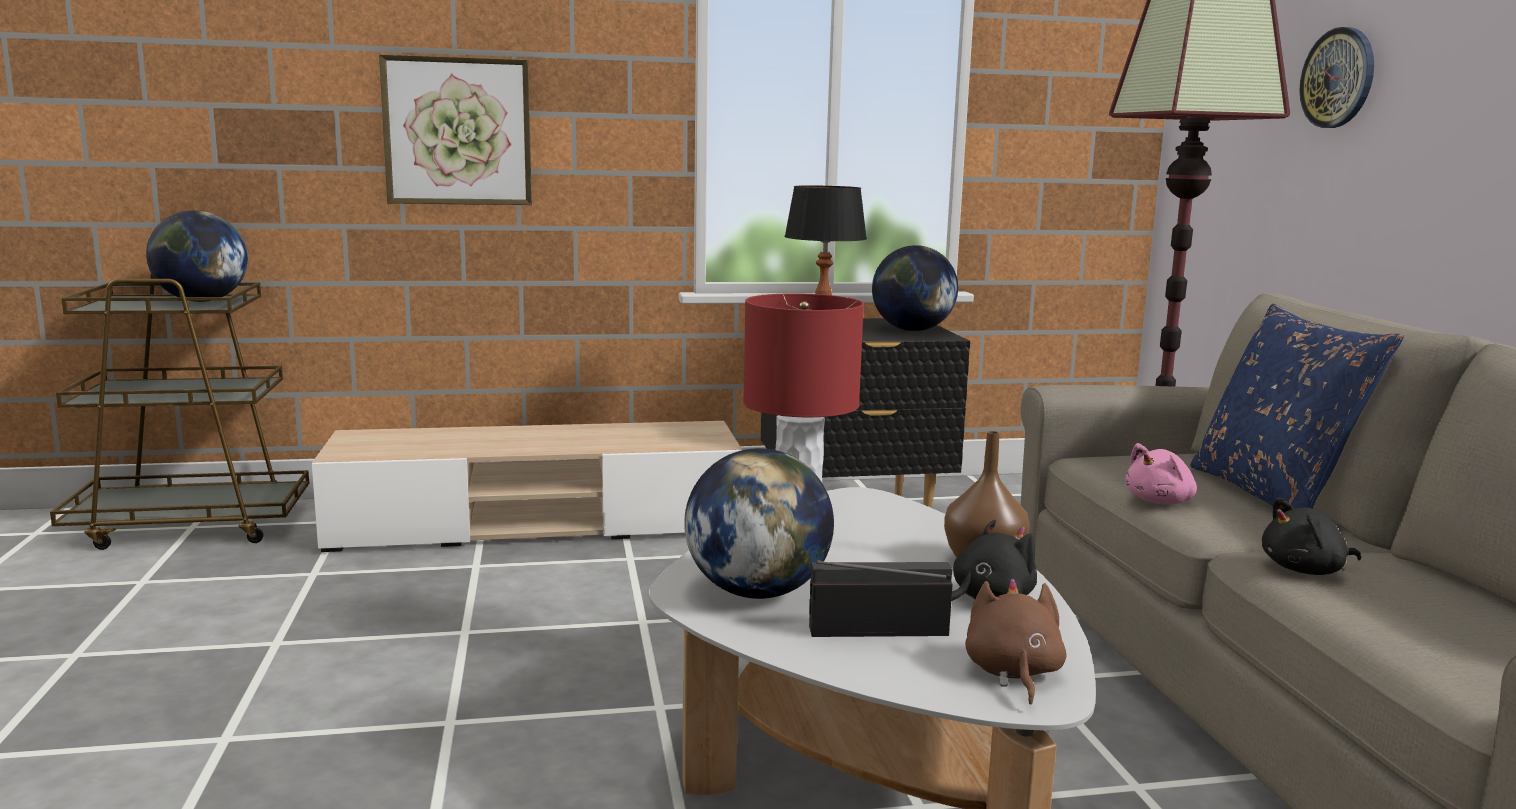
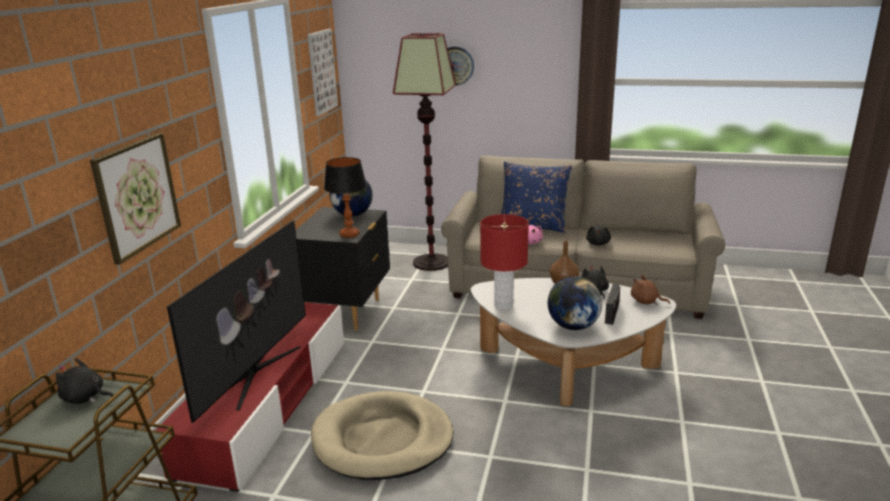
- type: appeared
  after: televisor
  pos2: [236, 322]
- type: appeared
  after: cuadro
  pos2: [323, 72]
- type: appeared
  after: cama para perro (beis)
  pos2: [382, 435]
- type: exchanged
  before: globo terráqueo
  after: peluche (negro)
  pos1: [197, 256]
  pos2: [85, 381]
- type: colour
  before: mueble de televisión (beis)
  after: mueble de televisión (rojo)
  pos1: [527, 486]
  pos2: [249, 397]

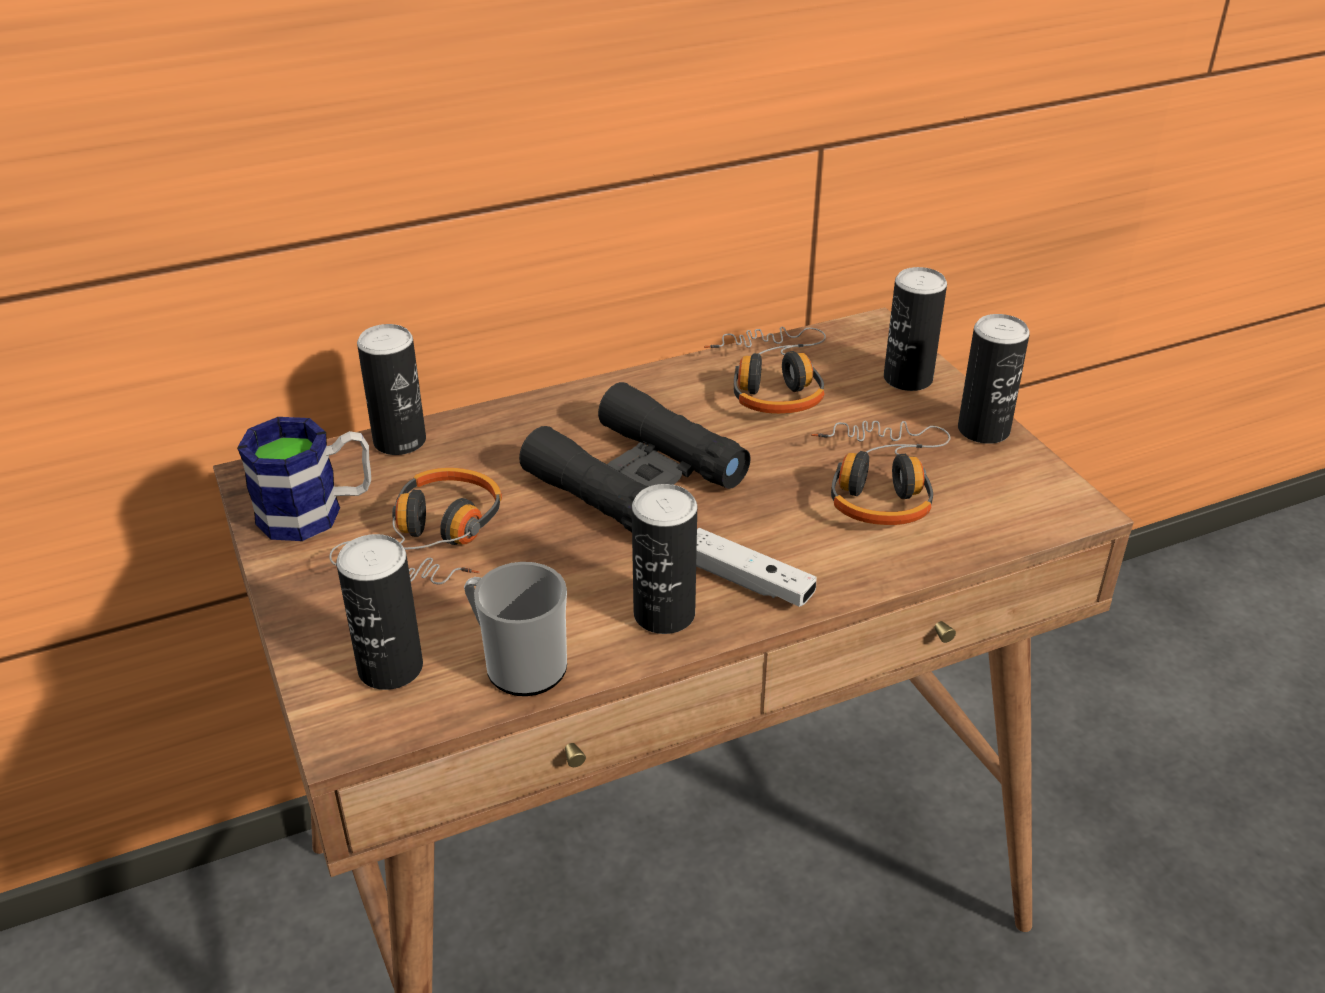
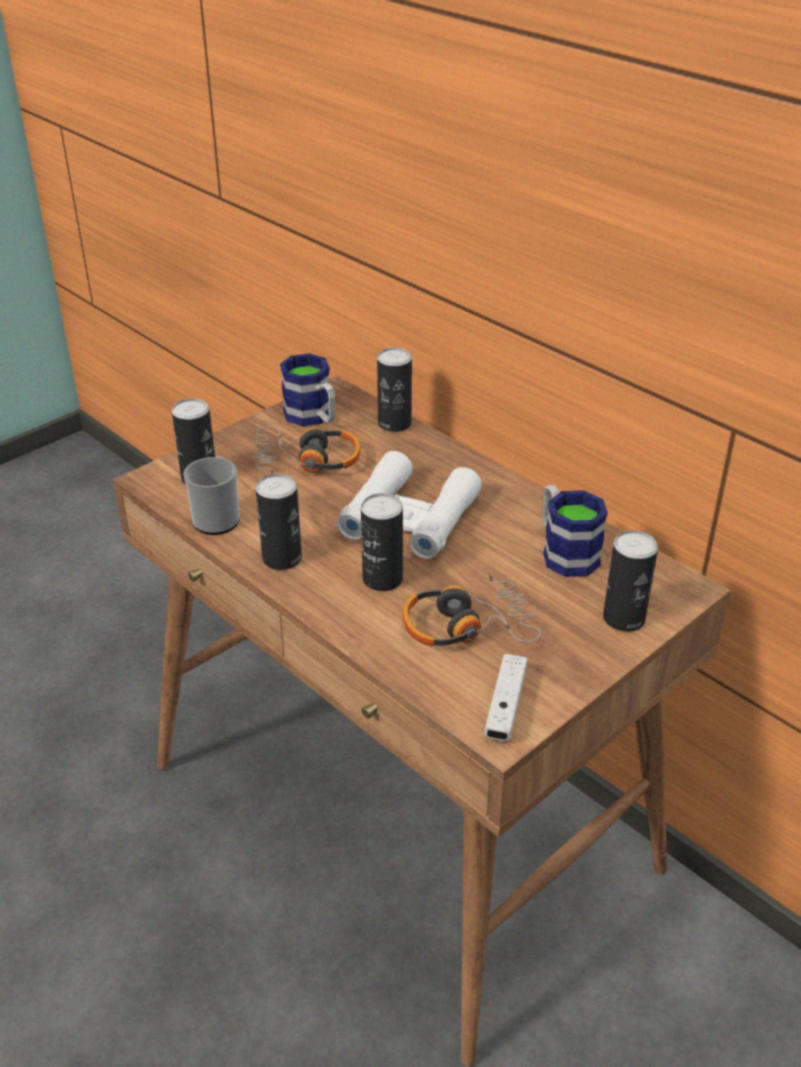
- type: relocated
  before: mando de consola (blanco)
  pos1: [756, 567]
  pos2: [505, 697]
- type: relocated
  before: lata
  pos1: [994, 379]
  pos2: [382, 542]
- type: exchanged
  before: auriculares
  after: taza grande
  pos1: [765, 370]
  pos2: [575, 531]
- type: colour
  before: prismáticos (negro)
  after: prismáticos (blanco)
  pos1: [635, 457]
  pos2: [409, 505]

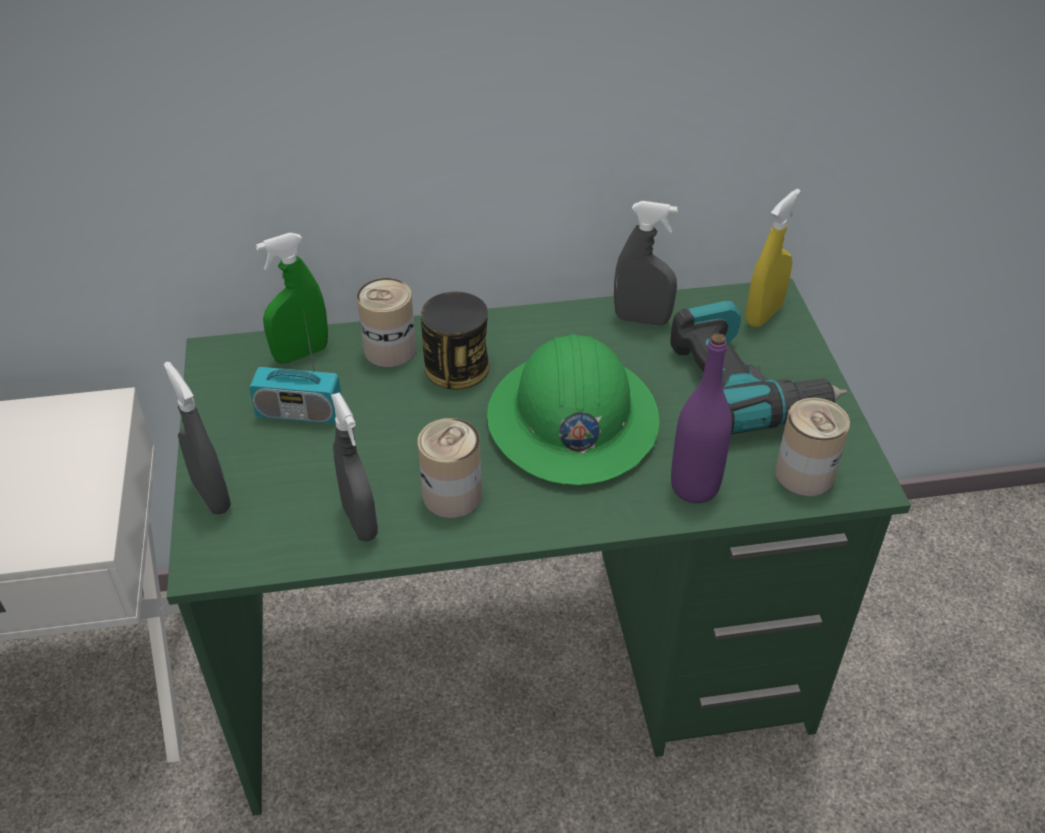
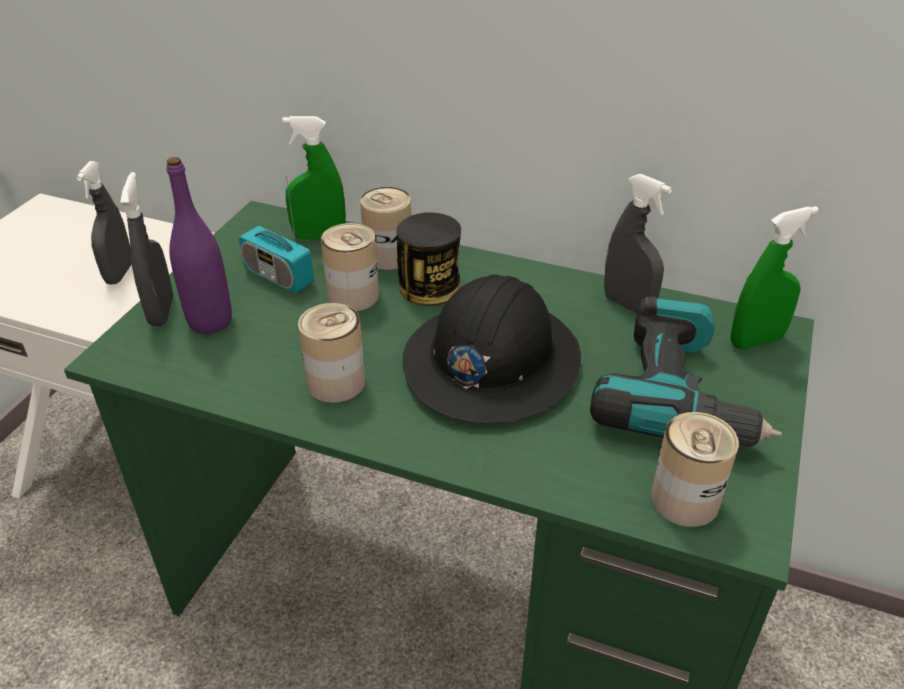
- type: appeared
  after: lata
  pos2: [350, 267]
- type: relocated
  before: pulverizador (gris)
  pos1: [354, 466]
  pos2: [104, 222]
- type: relocated
  before: botella (morado)
  pos1: [701, 418]
  pos2: [199, 245]
- type: colour
  before: casco (verde)
  after: casco (negro)
  pos1: [573, 409]
  pos2: [492, 349]
- type: colour
  before: pulverizador (amarillo)
  after: pulverizador (verde)
  pos1: [773, 258]
  pos2: [775, 277]

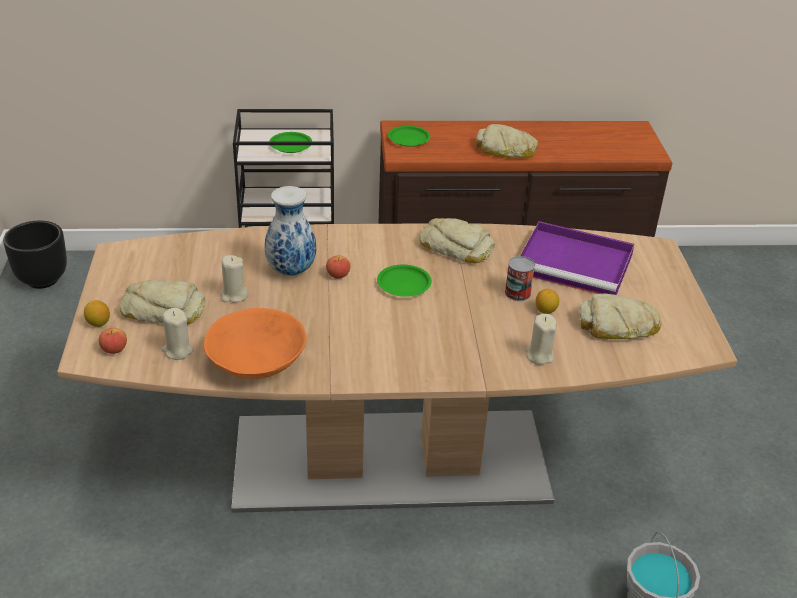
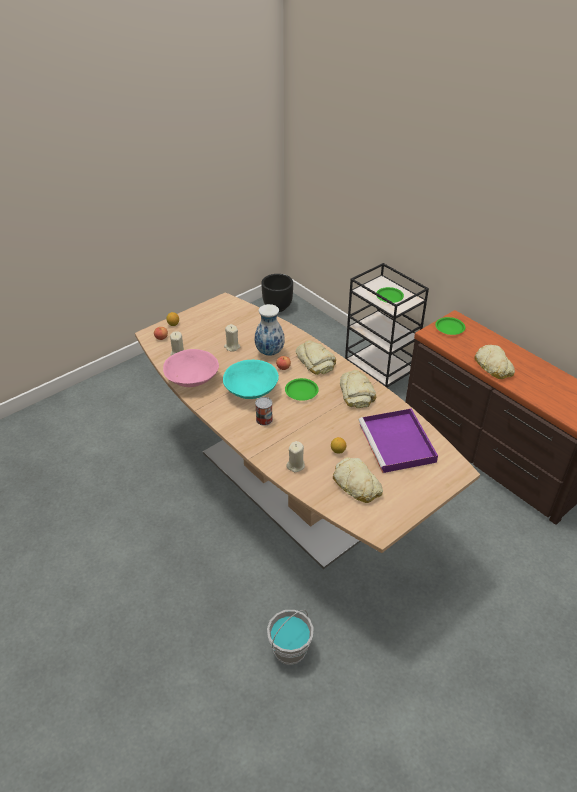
- type: appeared
  after: cuenco (turquesa)
  pos2: [251, 379]
- type: relocated
  before: pan
  pos1: [162, 302]
  pos2: [316, 357]
- type: relocated
  before: lata
  pos1: [520, 278]
  pos2: [264, 411]
- type: colour
  before: cuenco (naranja)
  after: cuenco (rosa)
  pos1: [255, 343]
  pos2: [191, 368]

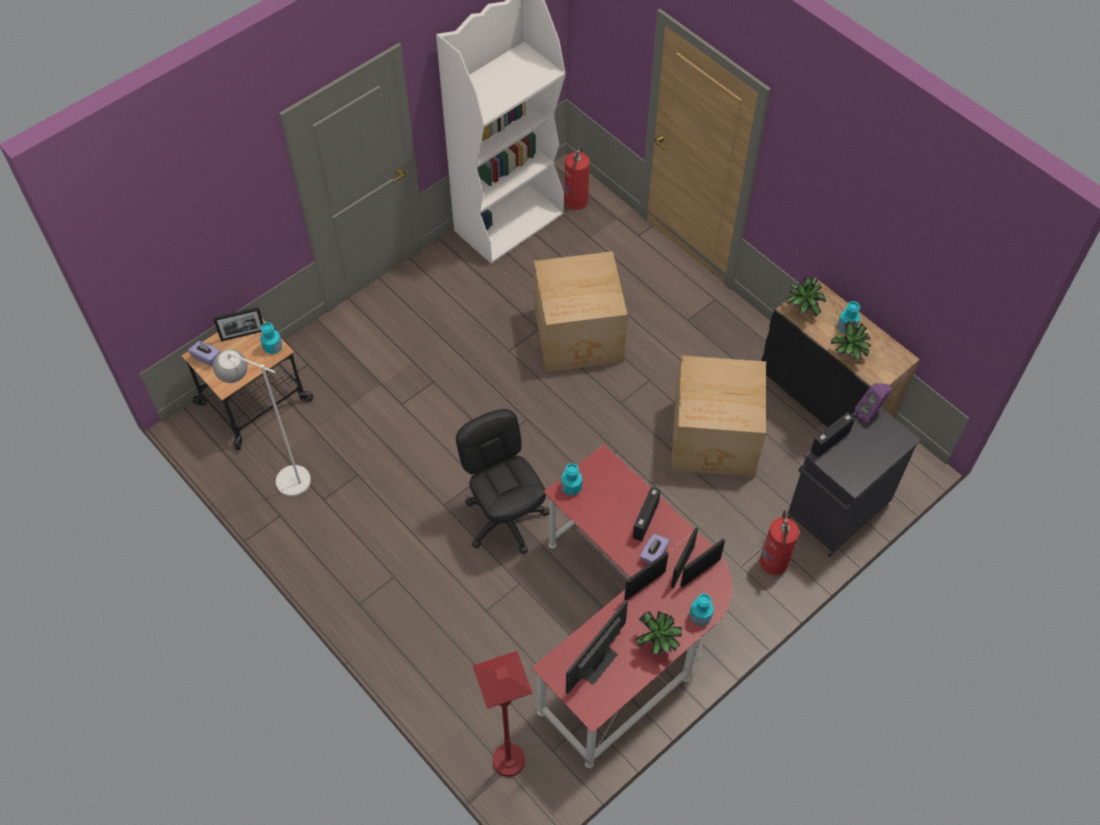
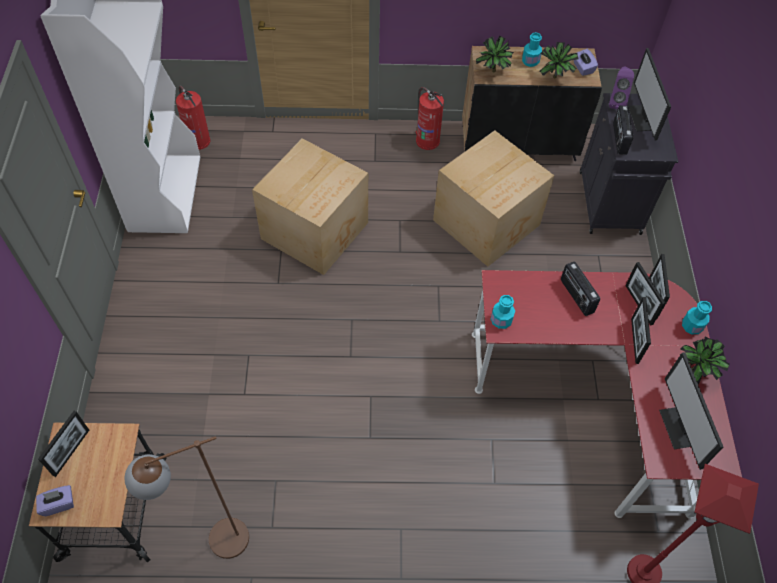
- type: missing
  before: botella (turquesa)
  pos1: [271, 338]
- type: missing
  before: silla de oficina (negro)
  pos1: [502, 481]
- type: appeared
  after: monitor
  pos2: [650, 94]
- type: relocated
  before: caja de pañuelos (morado)
  pos1: [655, 549]
  pos2: [586, 62]
- type: relocated
  before: extintor
  pos1: [779, 542]
  pos2: [429, 118]
- type: colour
  before: lámpara de pie (blanco)
  after: lámpara de pie (marrón)
  pos1: [262, 423]
  pos2: [186, 497]

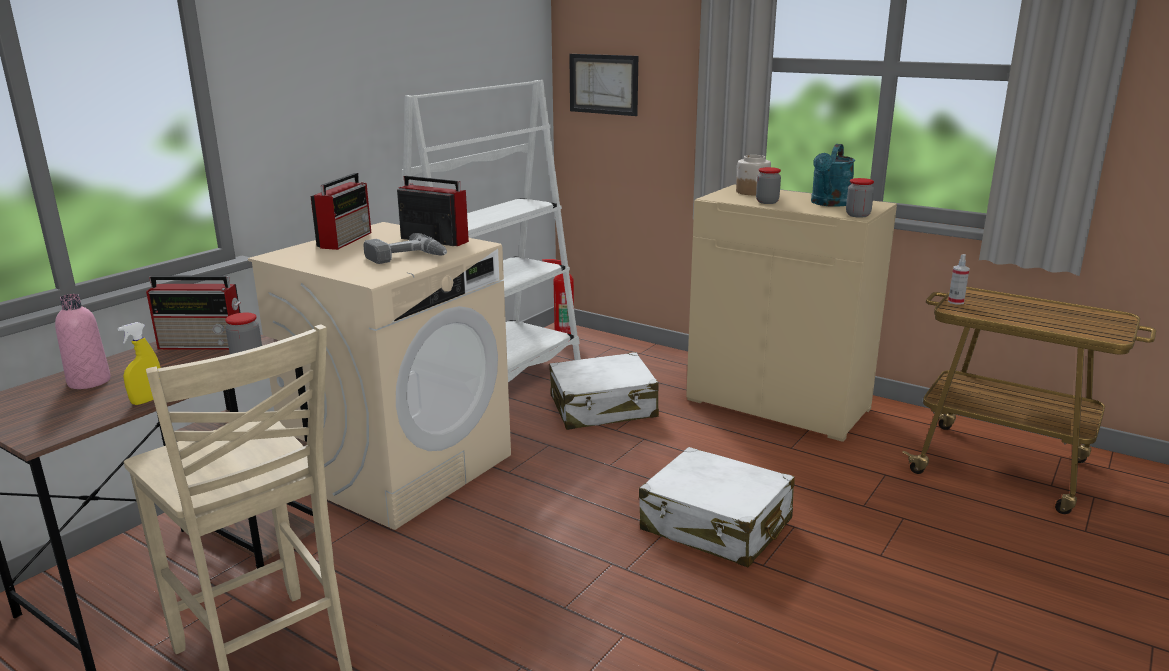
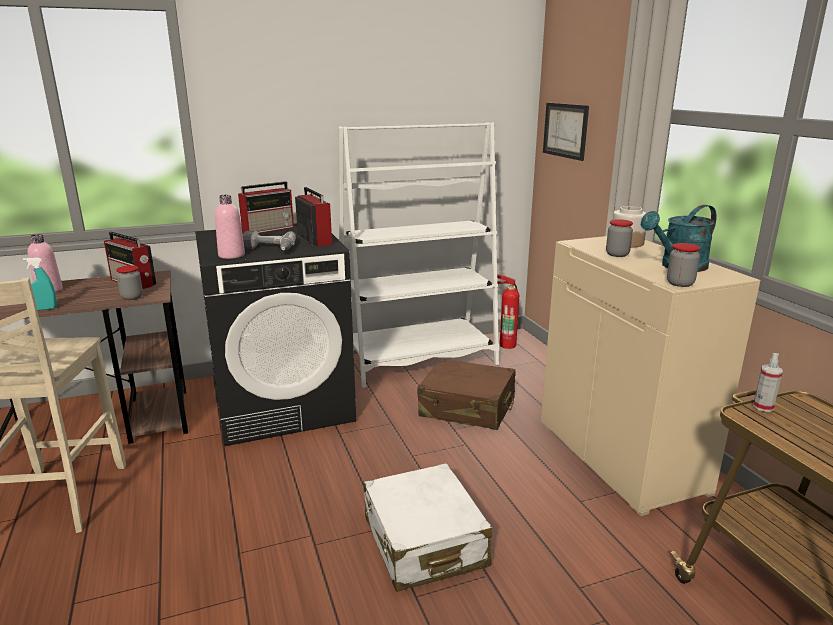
- type: appeared
  after: botella (rosa)
  pos2: [230, 227]
- type: colour
  before: pulverizador (amarillo)
  after: pulverizador (turquesa)
  pos1: [139, 363]
  pos2: [40, 283]
- type: colour
  before: lavadora (beis)
  after: lavadora (negro)
  pos1: [379, 376]
  pos2: [275, 334]
- type: colour
  before: maleta (blanco)
  after: maleta (marrón)
  pos1: [604, 391]
  pos2: [466, 394]

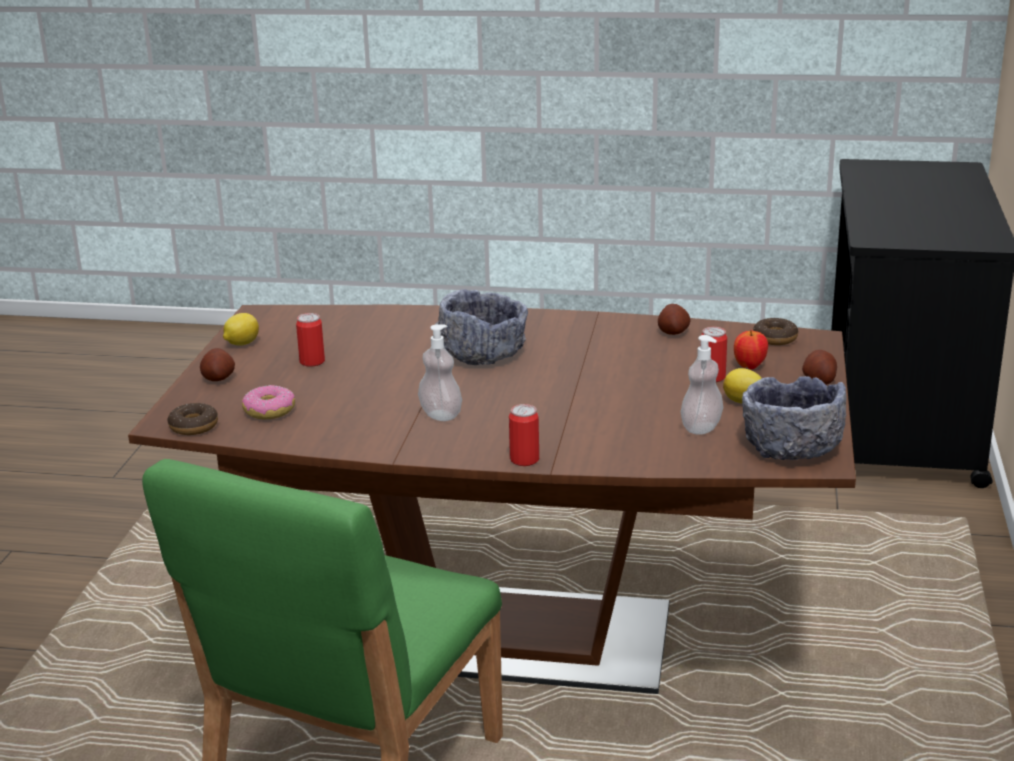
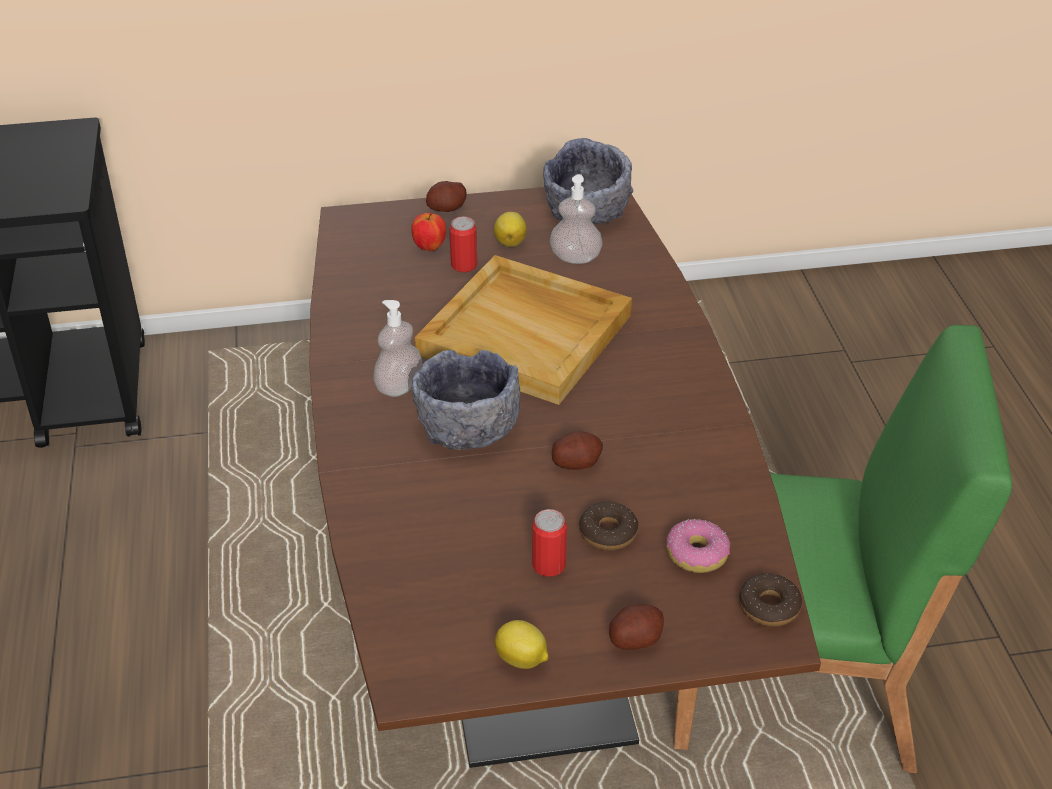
- type: missing
  before: lata
  pos1: [524, 435]
- type: appeared
  after: bandeja (beis)
  pos2: [523, 330]
- type: relocated
  before: dispensador de jabón
  pos1: [440, 372]
  pos2: [397, 348]
- type: relocated
  before: patata
  pos1: [674, 319]
  pos2: [577, 451]
- type: relocated
  before: rosquilla
  pos1: [775, 331]
  pos2: [608, 526]

